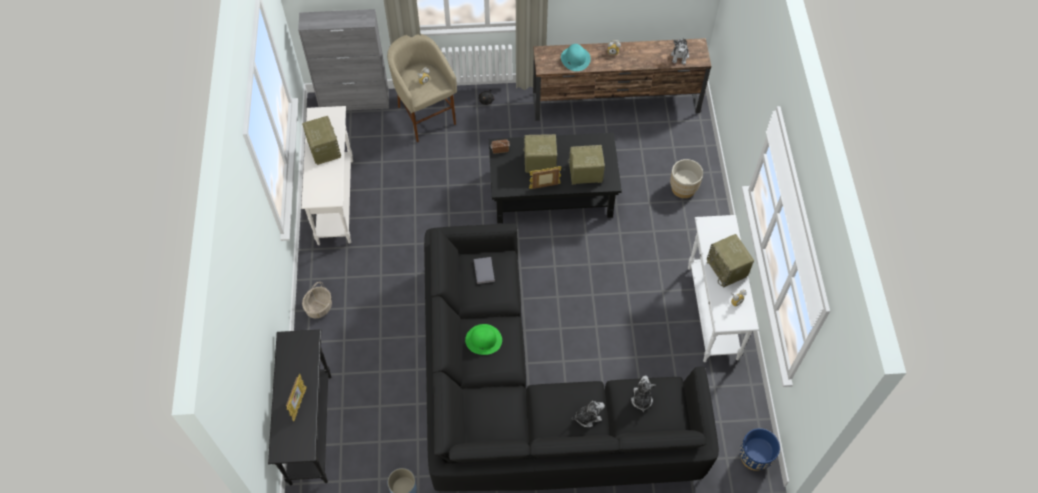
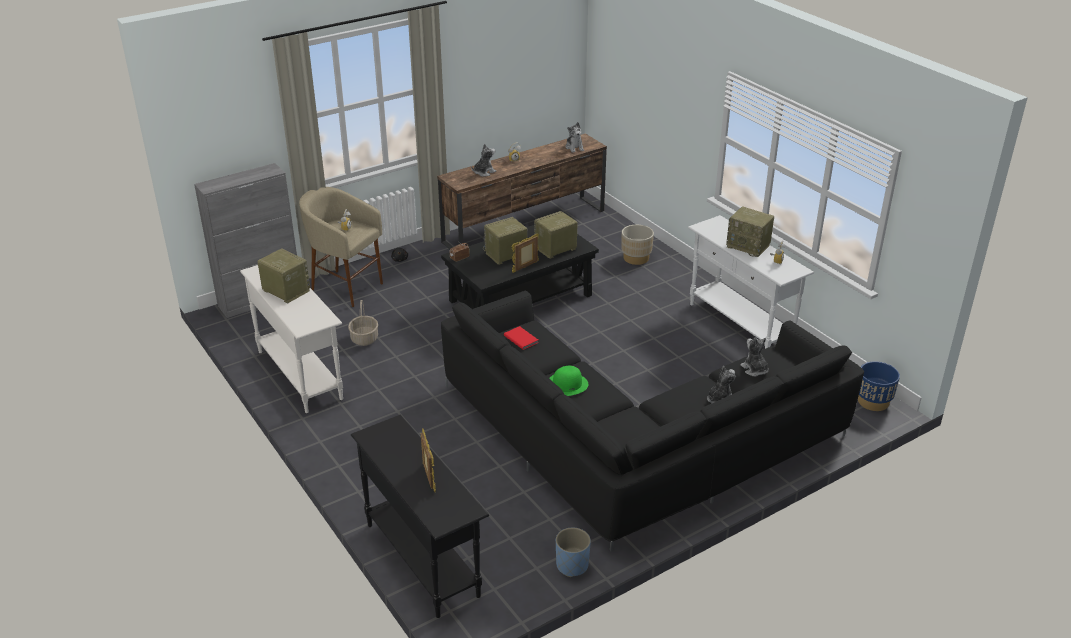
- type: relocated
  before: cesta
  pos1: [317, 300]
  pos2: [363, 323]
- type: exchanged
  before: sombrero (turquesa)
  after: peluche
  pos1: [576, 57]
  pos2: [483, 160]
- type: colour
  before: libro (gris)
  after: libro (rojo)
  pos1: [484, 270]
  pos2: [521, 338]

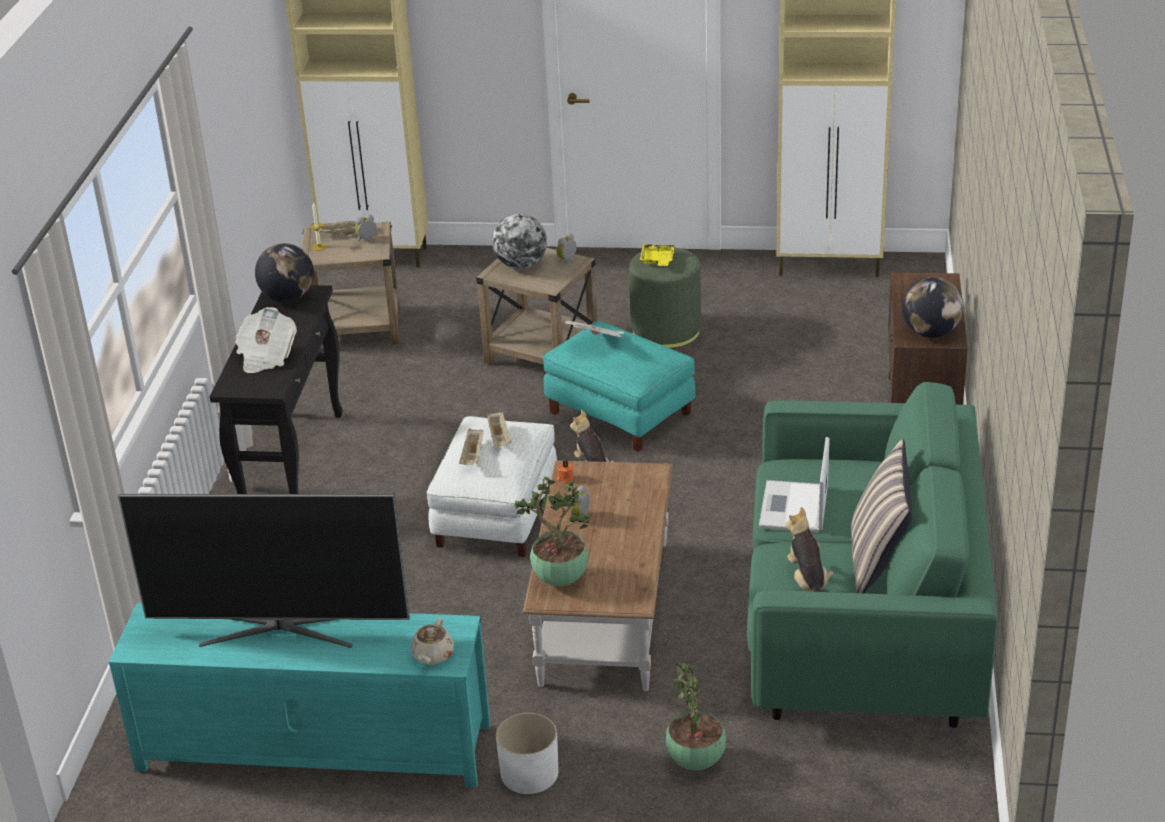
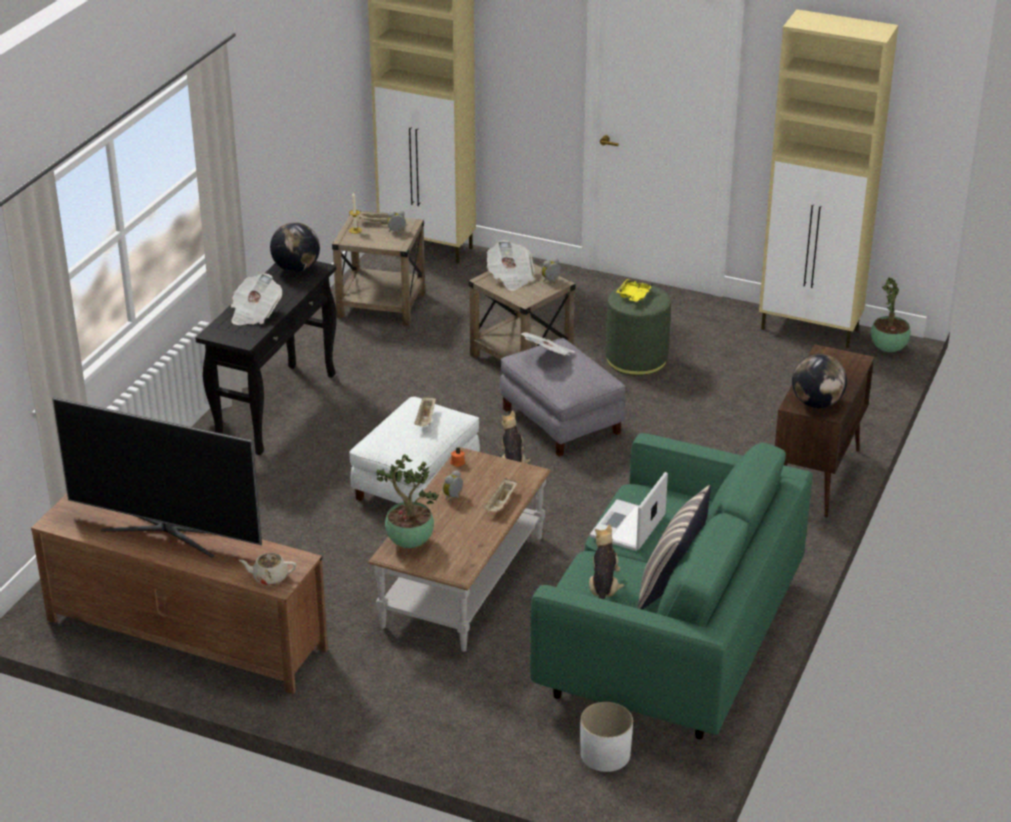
- type: relocated
  before: bandeja (beis)
  pos1: [471, 446]
  pos2: [500, 495]
- type: relocated
  before: maceta (blanco)
  pos1: [527, 753]
  pos2: [606, 737]
- type: relocated
  before: planta en maceta
  pos1: [696, 716]
  pos2: [891, 314]
- type: exchanged
  before: globo terráqueo
  after: periódico
  pos1: [519, 241]
  pos2: [510, 265]
- type: colour
  before: mueble de televisión (turquesa)
  after: mueble de televisión (marrón)
  pos1: [300, 695]
  pos2: [179, 594]
- type: colour
  before: puf (turquesa)
  after: puf (gris)
  pos1: [619, 386]
  pos2: [562, 397]
- type: spun
  before: tetera (beis)
  pos1: [432, 641]
  pos2: [267, 568]
  turn: 60

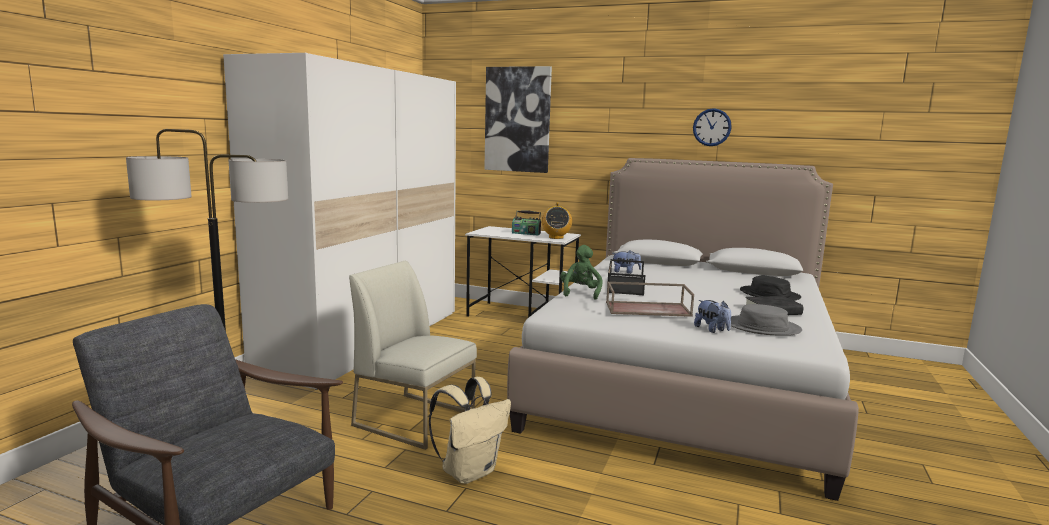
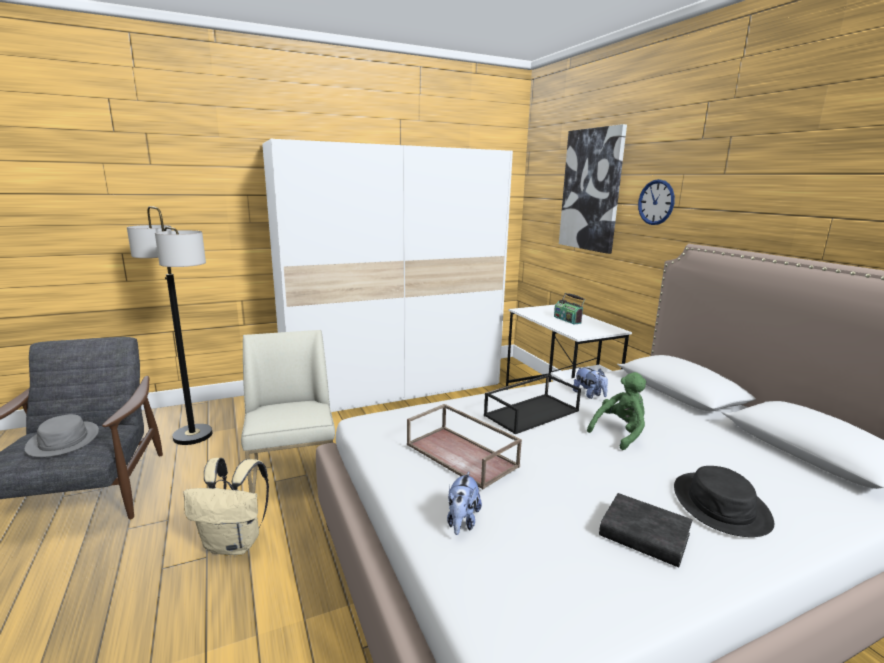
- type: missing
  before: radio
  pos1: [557, 220]
- type: relocated
  before: peluche (verde)
  pos1: [581, 272]
  pos2: [616, 411]
- type: relocated
  before: reloj de pared
  pos1: [712, 127]
  pos2: [656, 202]
- type: relocated
  before: sombrero (gris)
  pos1: [766, 320]
  pos2: [62, 435]

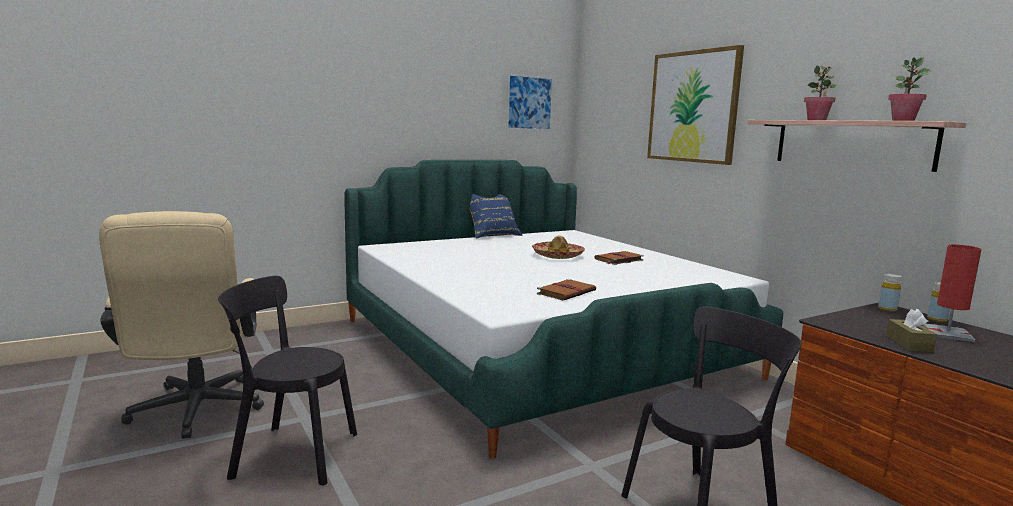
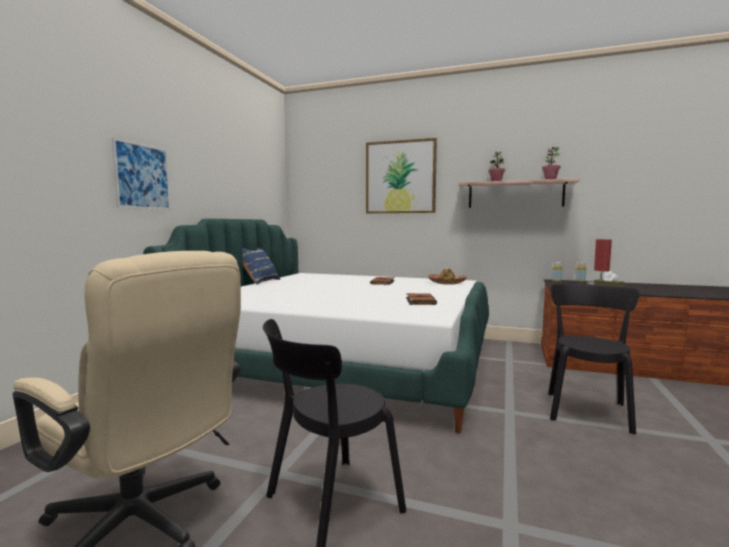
- type: relocated
  before: cuadro
  pos1: [530, 102]
  pos2: [141, 174]
- type: relocated
  before: sombrero
  pos1: [558, 247]
  pos2: [447, 276]

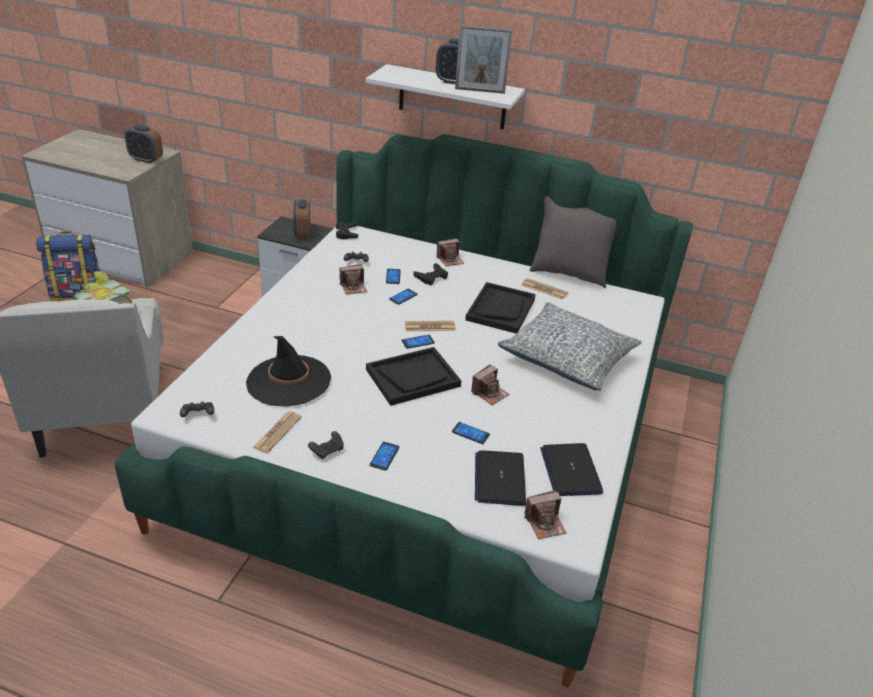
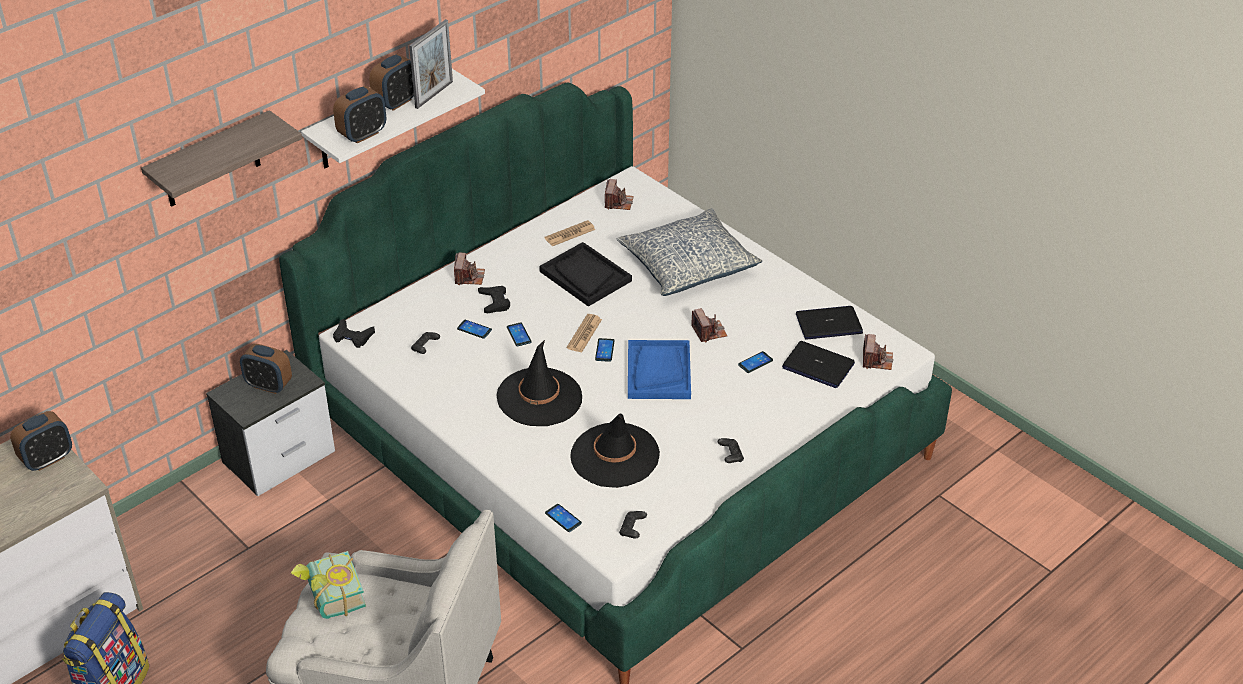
- type: missing
  before: periódico
  pos1: [277, 432]
- type: missing
  before: cojín (gris)
  pos1: [573, 242]
- type: appeared
  after: estante
  pos2: [221, 158]
- type: appeared
  after: despertador
  pos2: [359, 114]
- type: appeared
  after: sombrero (negro)
  pos2: [539, 383]
- type: relocated
  before: cámara
  pos1: [353, 279]
  pos2: [619, 194]
- type: relocated
  before: móvil
  pos1: [384, 456]
  pos2: [563, 518]
- type: colour
  before: bandeja (negro)
  after: bandeja (azul)
  pos1: [413, 376]
  pos2: [659, 369]
- type: spun
  before: portátil
  pos1: [571, 469]
  pos2: [829, 323]
  turn: 150

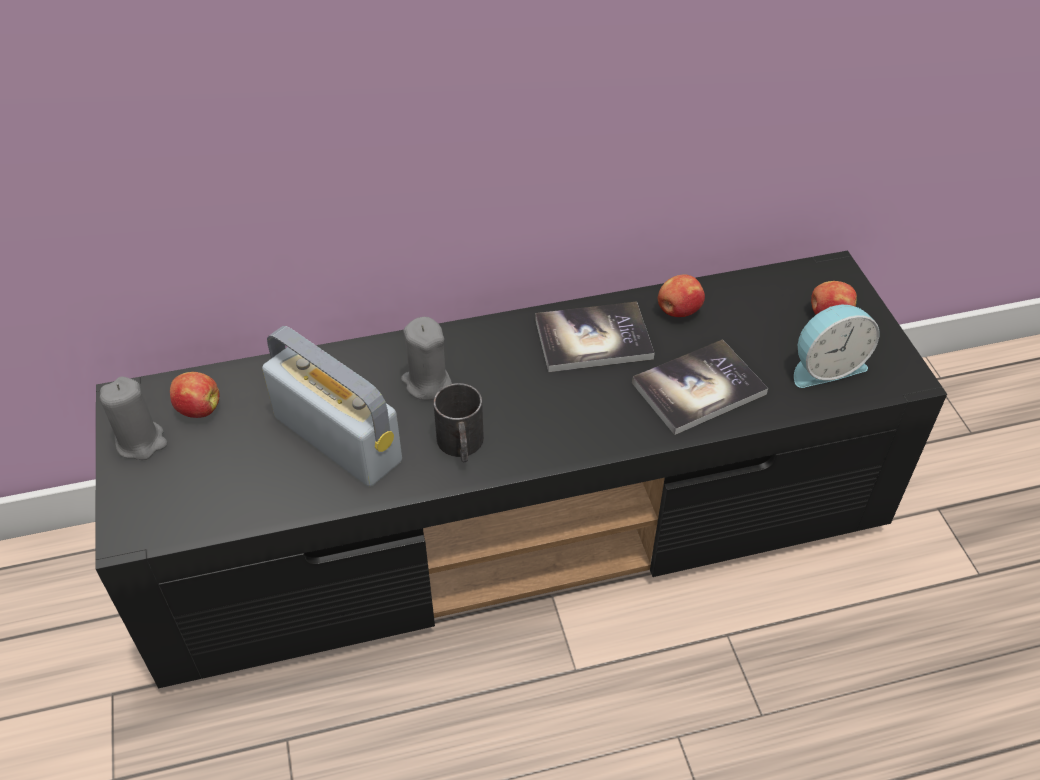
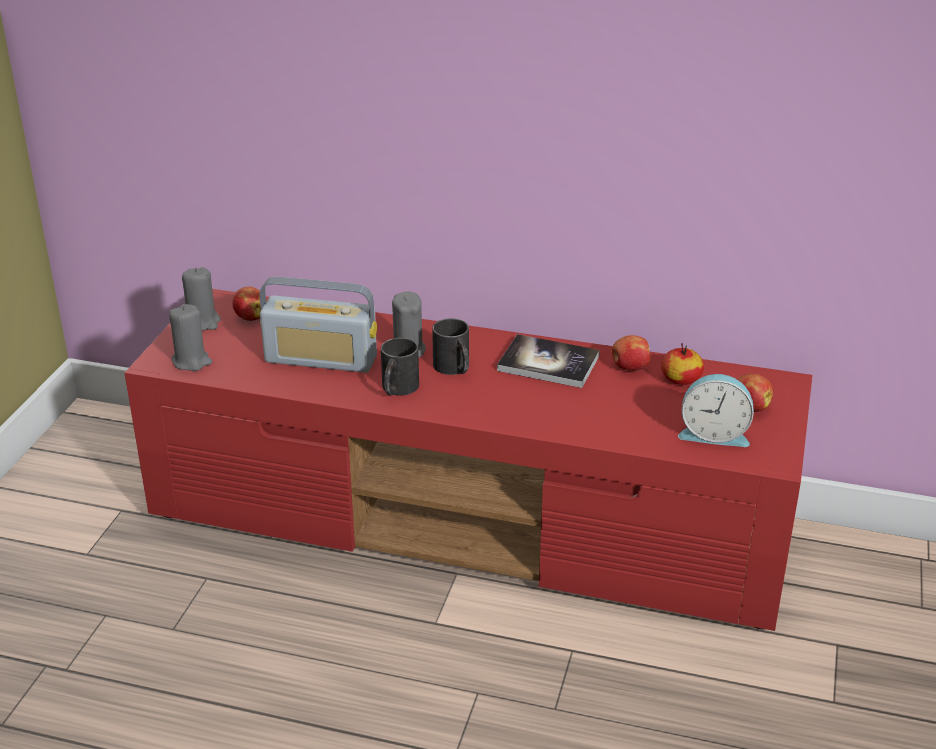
- type: missing
  before: libro
  pos1: [700, 387]
- type: appeared
  after: vela (gris)
  pos2: [190, 337]
- type: appeared
  after: taza grande (negro)
  pos2: [450, 346]
- type: appeared
  after: manzana
  pos2: [682, 364]
- type: colour
  before: mueble de televisión (negro)
  after: mueble de televisión (rojo)
  pos1: [521, 469]
  pos2: [468, 460]
- type: spun
  before: radio
  pos1: [332, 406]
  pos2: [318, 325]
  turn: 120

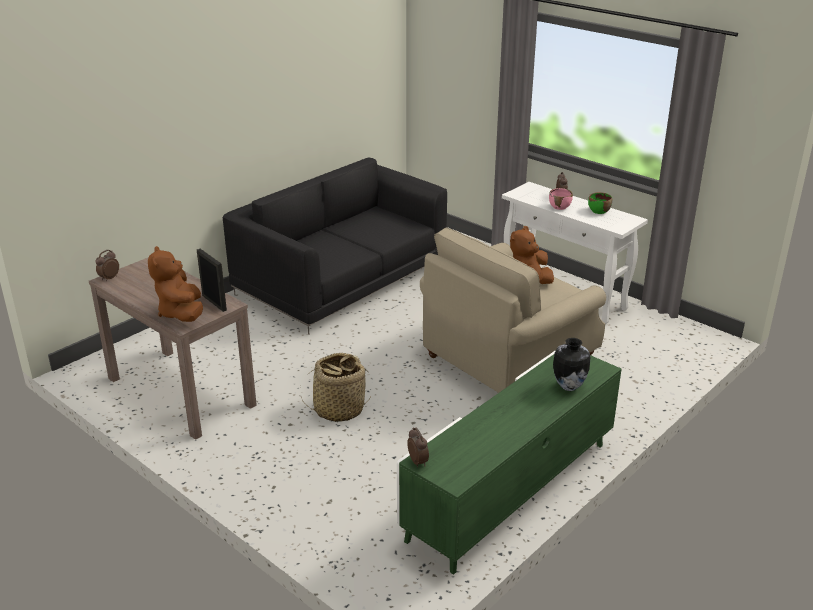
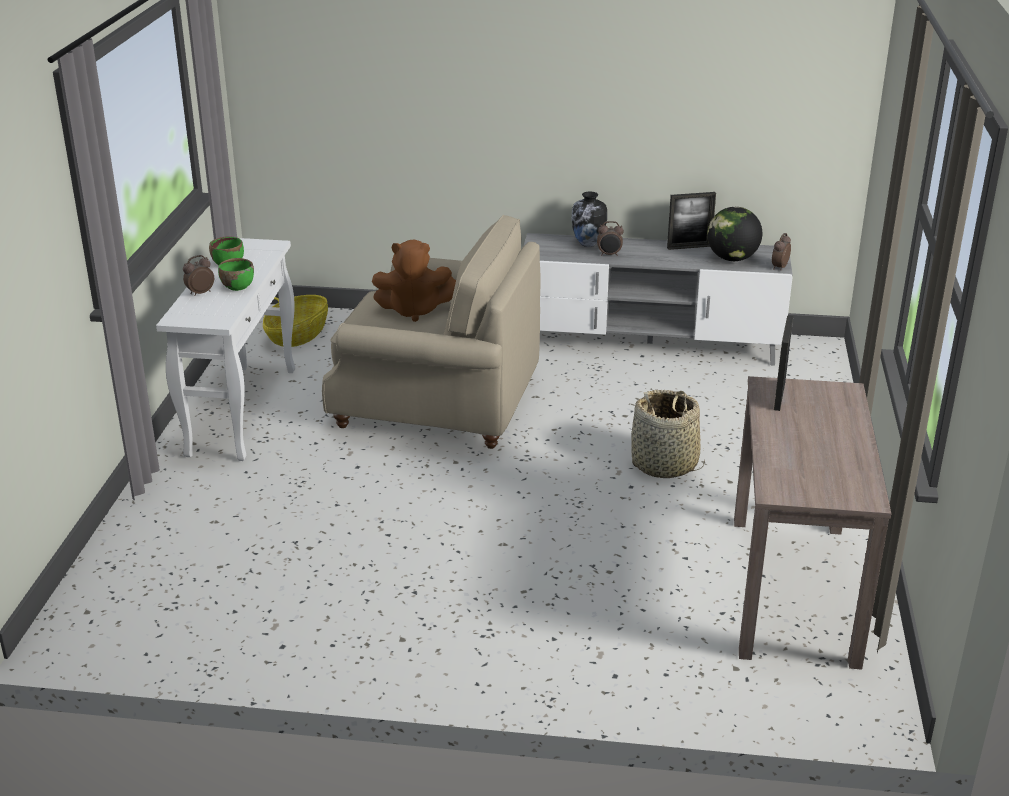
- type: missing
  before: peluche (marrón)
  pos1: [175, 284]
- type: missing
  before: sofá (negro)
  pos1: [335, 246]
- type: appeared
  after: cesta
  pos2: [295, 321]
- type: appeared
  after: portarretratos
  pos2: [691, 221]
- type: appeared
  after: globo terráqueo
  pos2: [734, 234]
- type: relocated
  before: despertador
  pos1: [107, 265]
  pos2: [610, 238]
- type: colour
  before: mueble de televisión (verde)
  after: mueble de televisión (gris)
  pos1: [509, 462]
  pos2: [658, 299]
- type: colour
  before: cuenco (rosa)
  after: cuenco (verde)
  pos1: [561, 199]
  pos2: [236, 274]

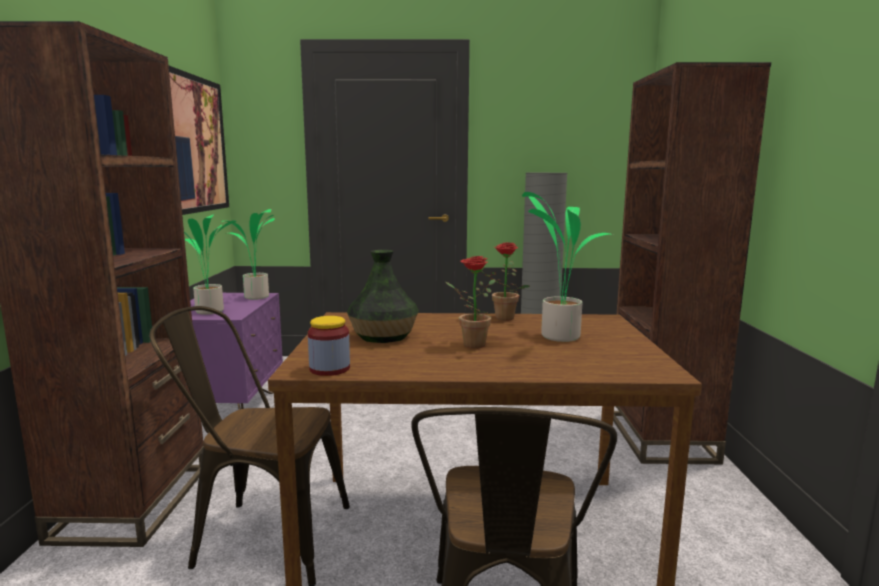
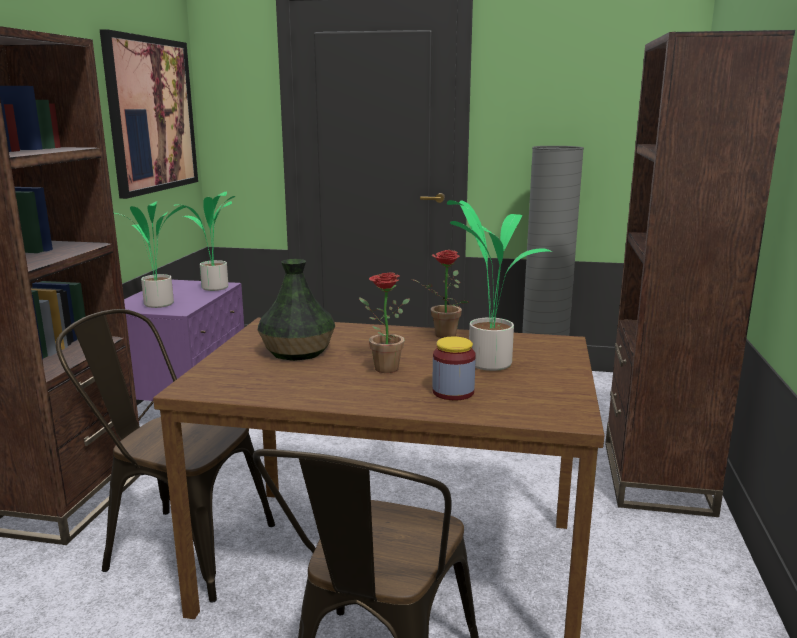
- type: relocated
  before: tarro
  pos1: [329, 346]
  pos2: [454, 368]

